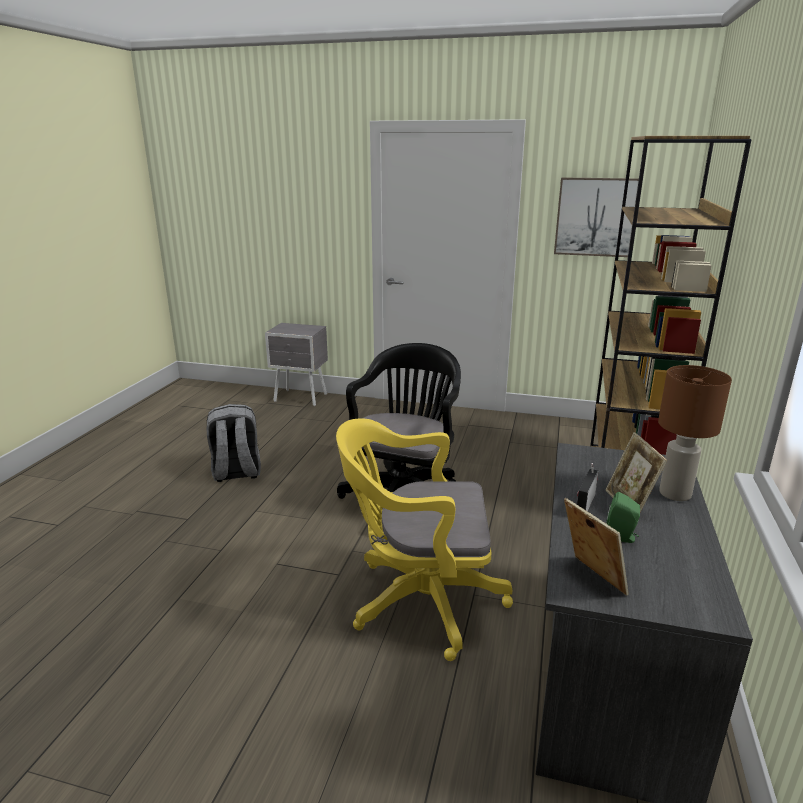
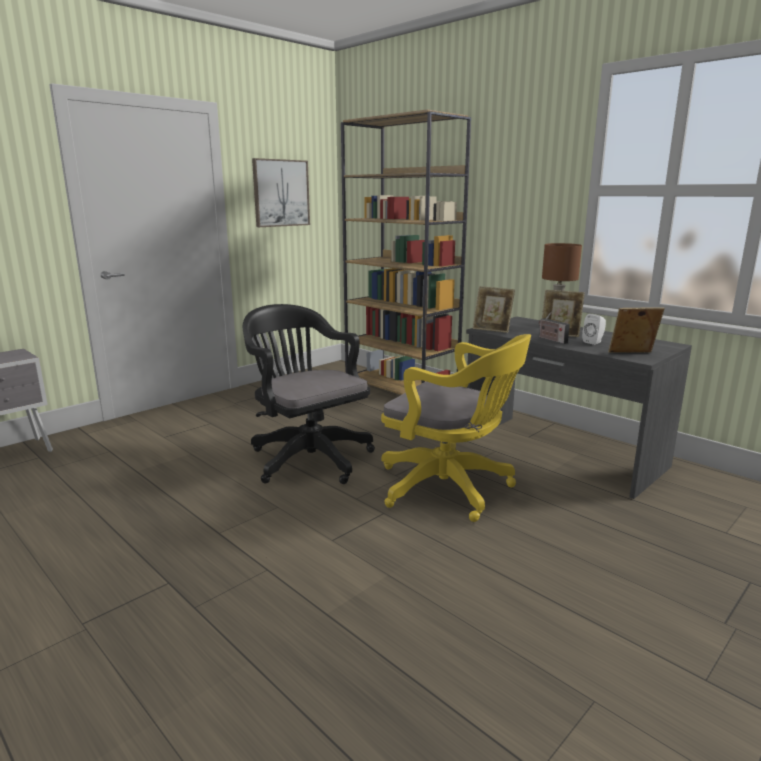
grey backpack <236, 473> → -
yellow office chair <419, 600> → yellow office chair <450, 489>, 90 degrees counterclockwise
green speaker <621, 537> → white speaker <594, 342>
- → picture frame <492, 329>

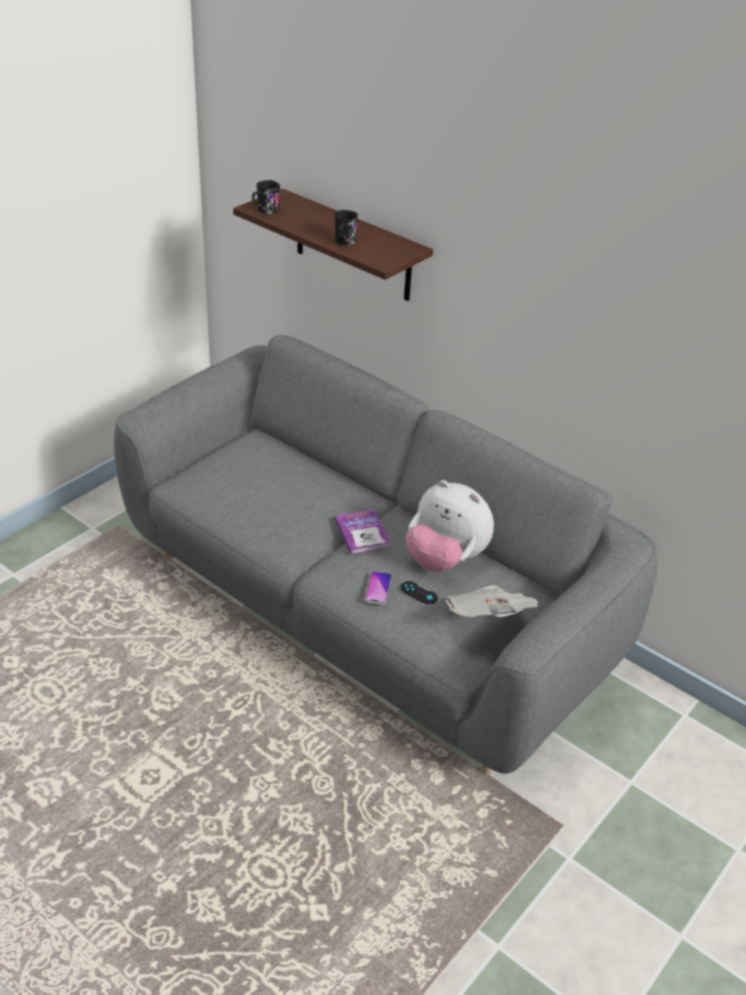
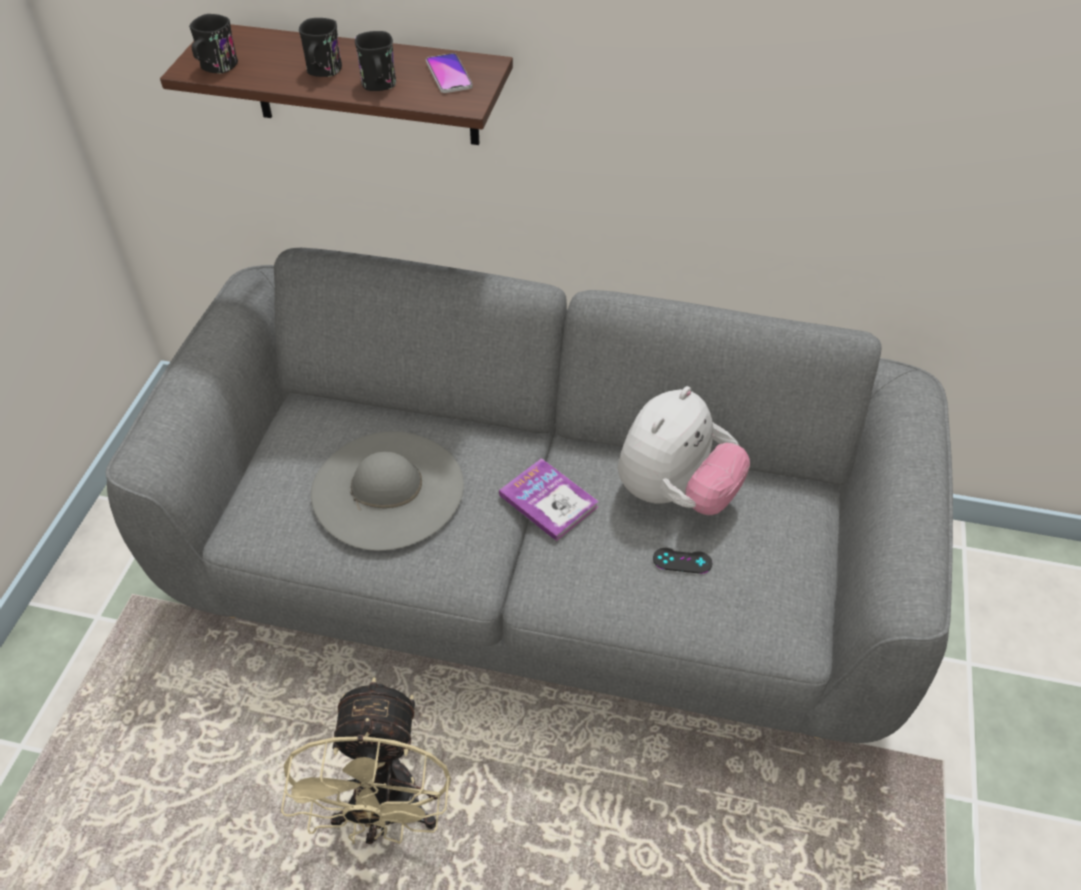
plush toy <445, 560> → plush toy <675, 494>, 60 degrees counterclockwise
phone <378, 588> → phone <449, 75>, relocated
newspaper <488, 619> → -
- → black mug <322, 72>
- → grey hat <387, 489>
- → beige fan <384, 816>

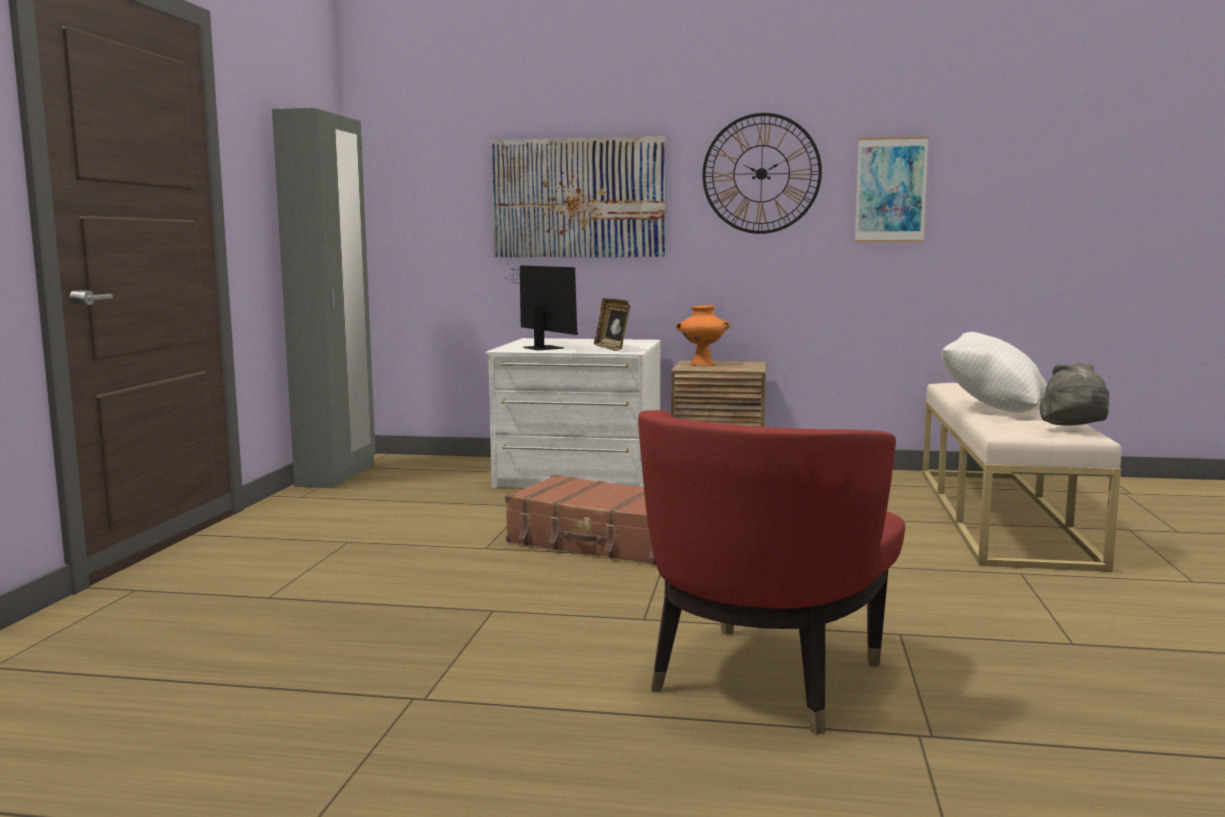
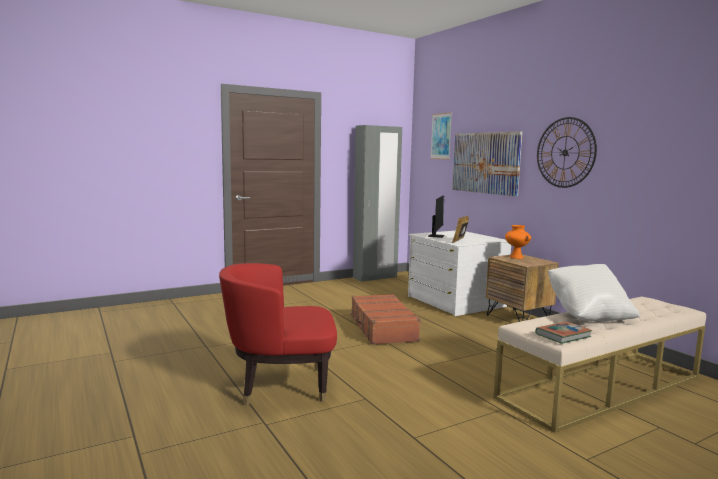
picture <891, 190> → picture <441, 136>, relocated
grey hat <1074, 429> → book <563, 335>

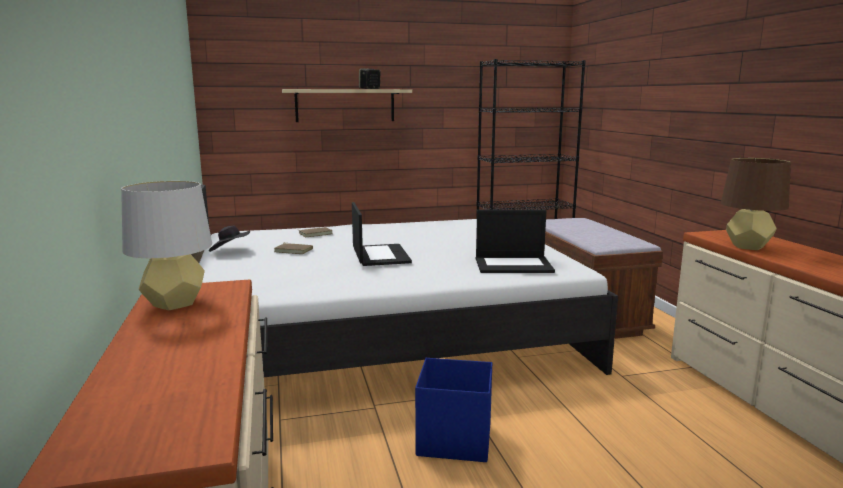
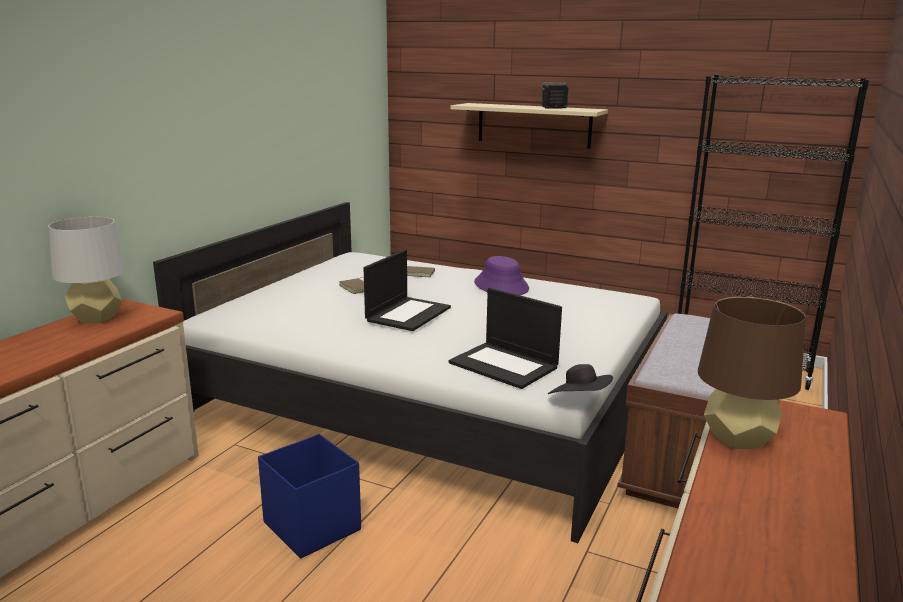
black hat <230, 251> → black hat <580, 401>, relocated
- → purple hat <501, 286>

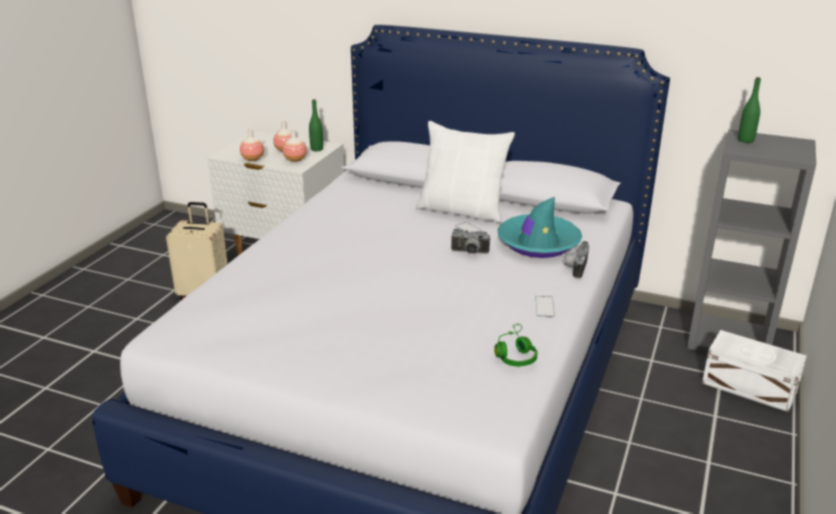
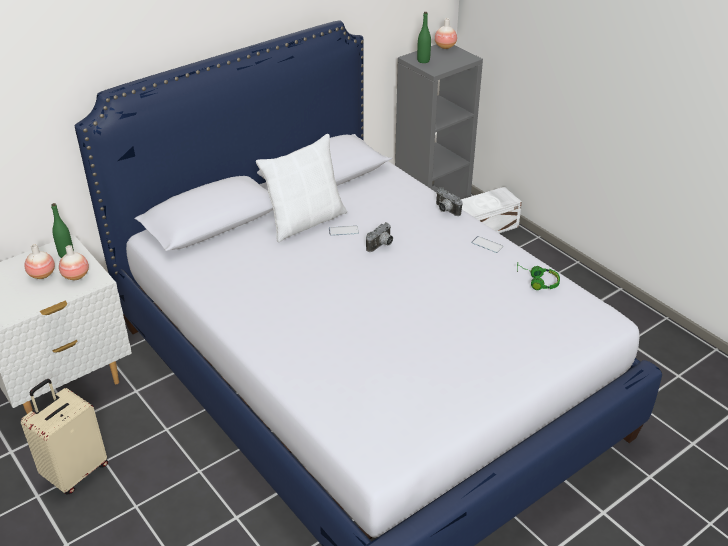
vase <253, 159> → vase <445, 47>, relocated
turquoise hat <538, 243> → -

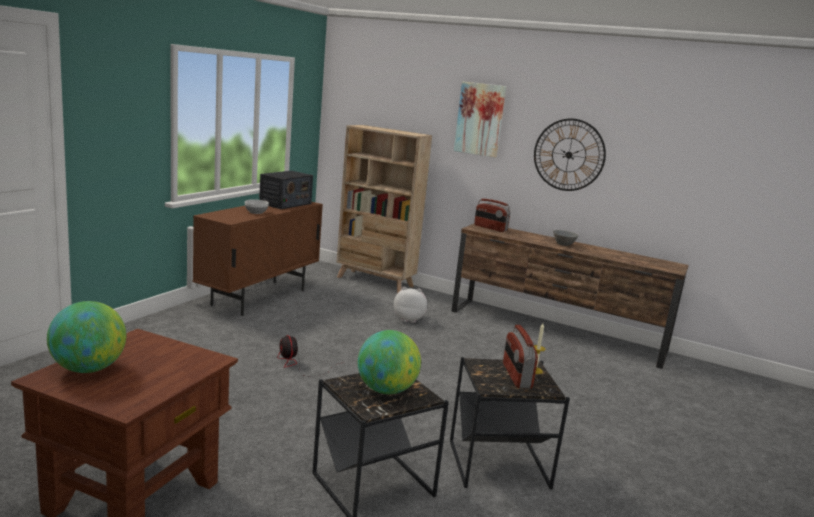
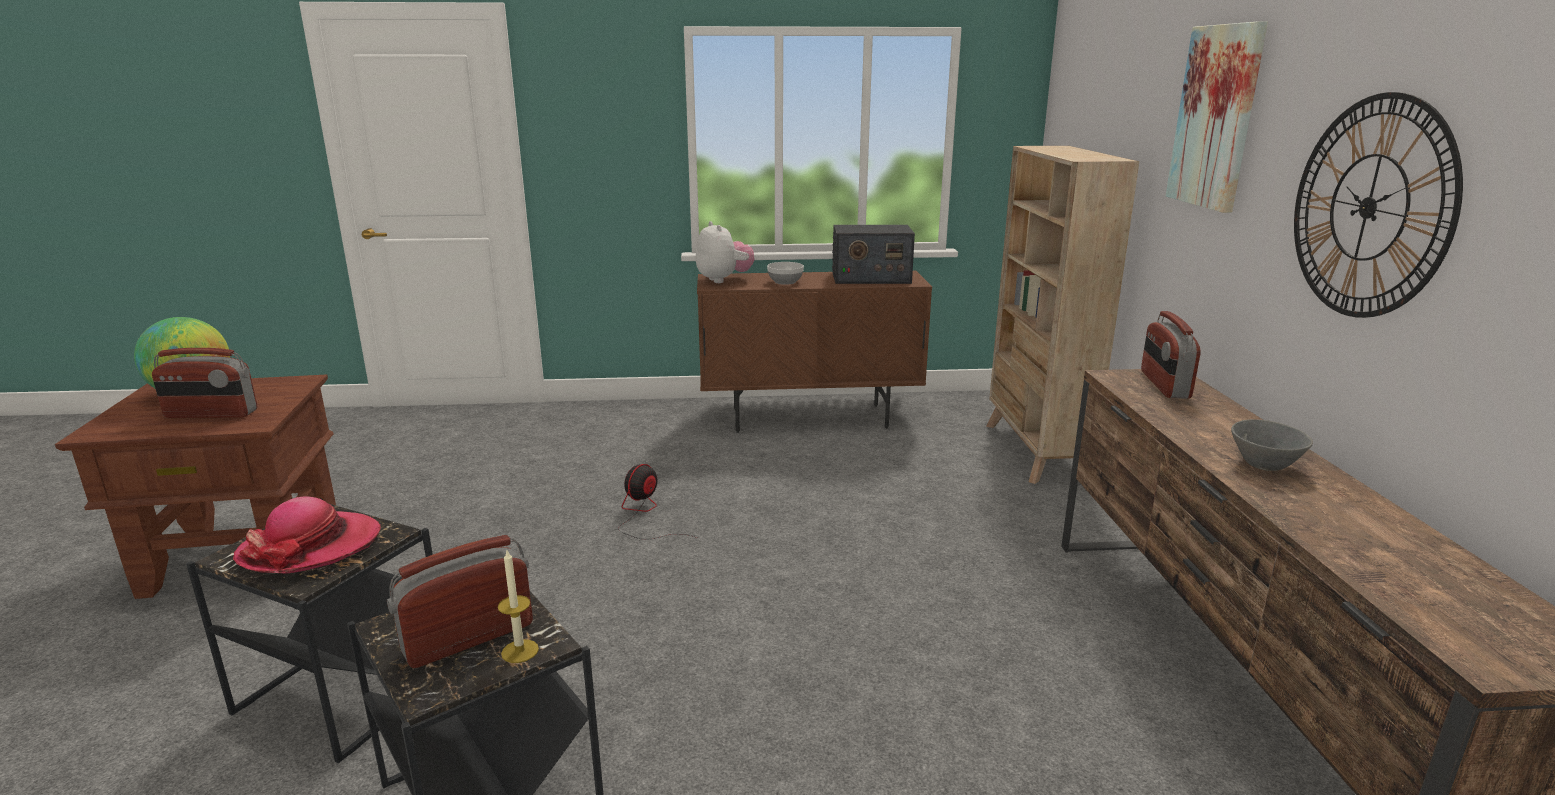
plush toy <409, 319> → plush toy <724, 280>, relocated
globe <386, 390> → hat <310, 547>
- → radio <211, 414>

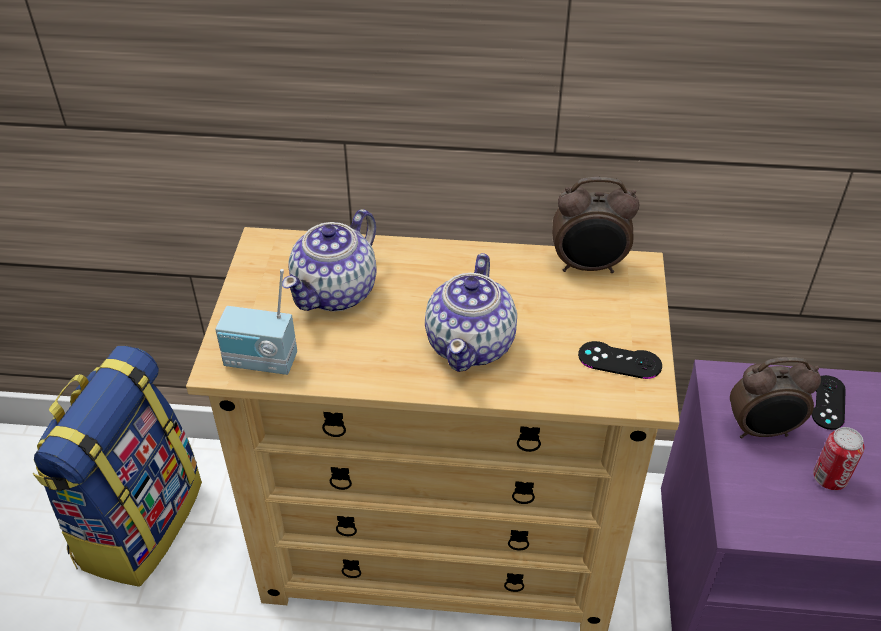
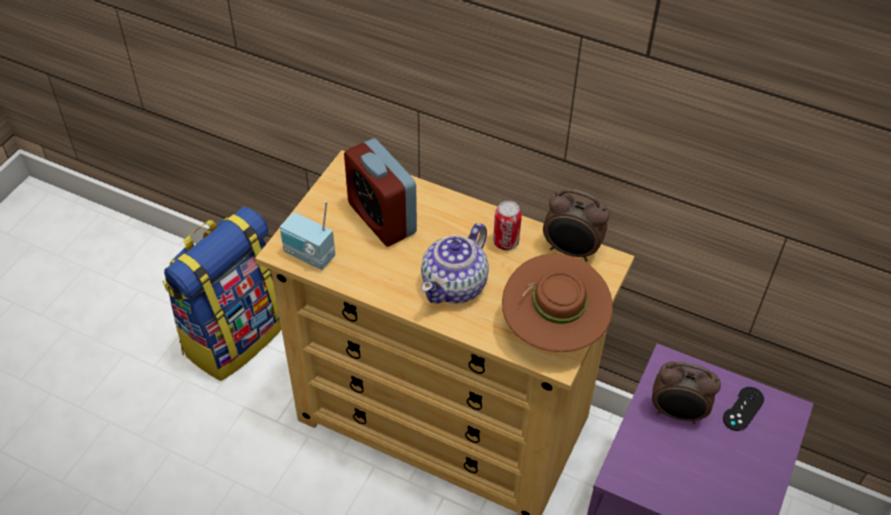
teapot <336, 291> → alarm clock <382, 218>
black game controller <619, 360> → brown hat <553, 329>
can <829, 478> → can <505, 242>, relocated

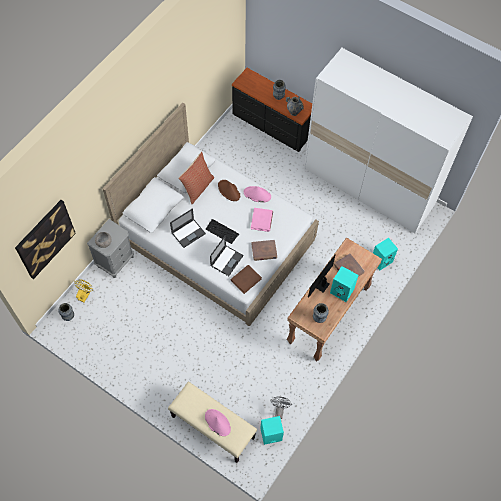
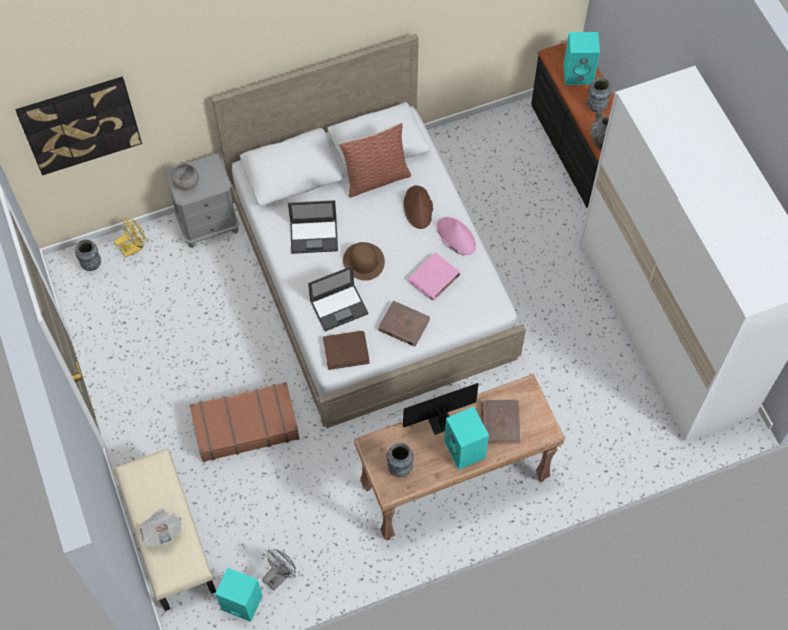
keyboard <222, 231> → brown hat <364, 261>
turquoise speaker <381, 260> → turquoise speaker <579, 73>, relocated
pink hat <217, 422> → newspaper <162, 531>
- → brown suitcase <245, 426>

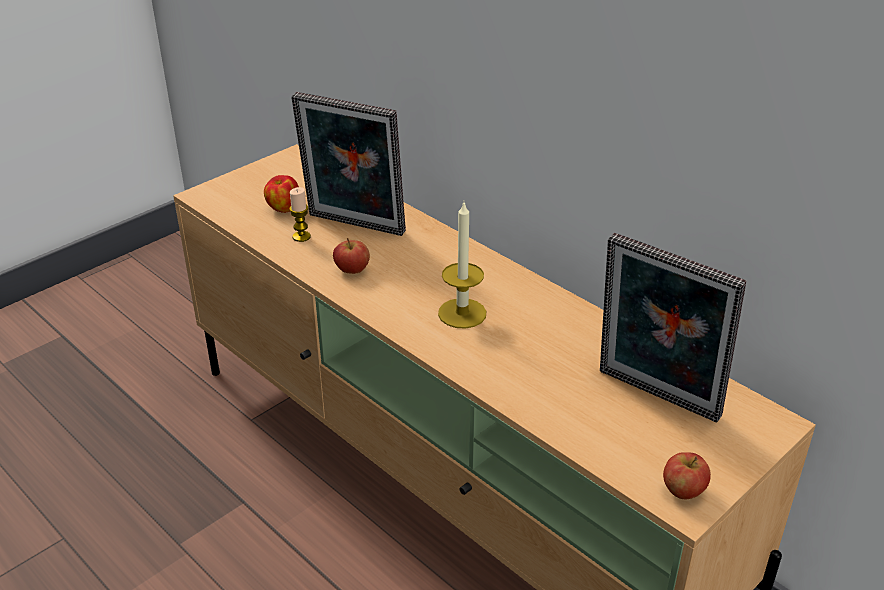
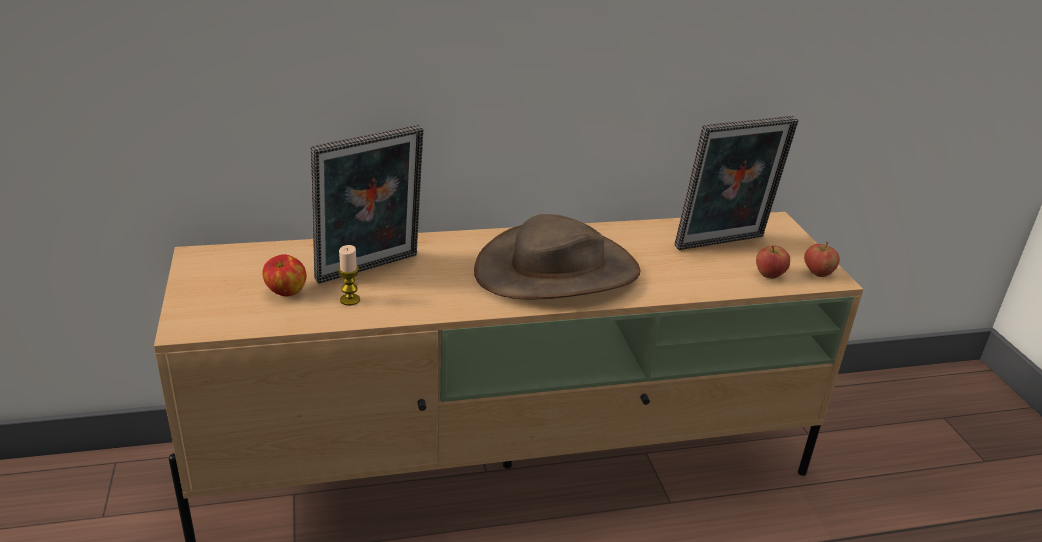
candle <462, 313> → brown hat <557, 271>
apple <352, 270> → apple <769, 275>, relocated

